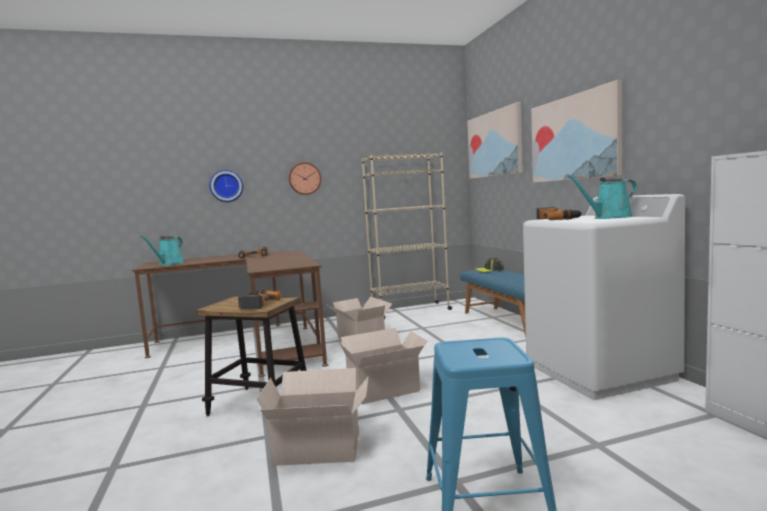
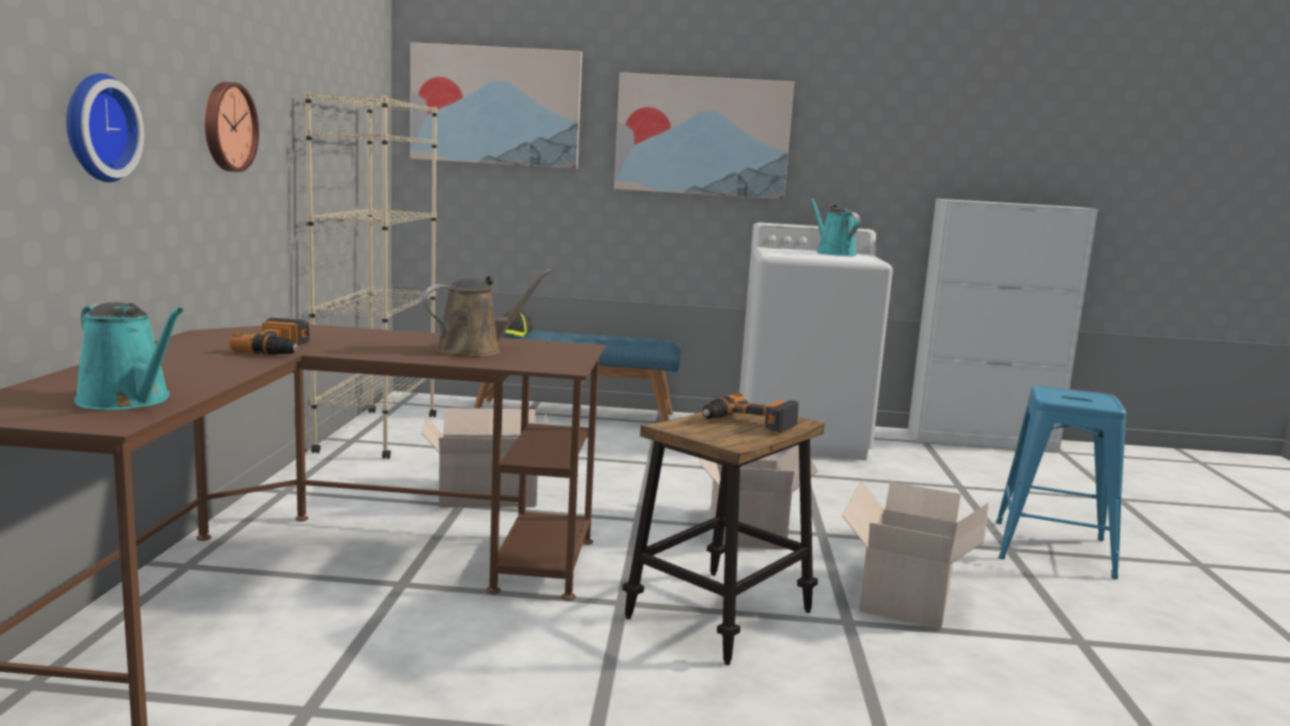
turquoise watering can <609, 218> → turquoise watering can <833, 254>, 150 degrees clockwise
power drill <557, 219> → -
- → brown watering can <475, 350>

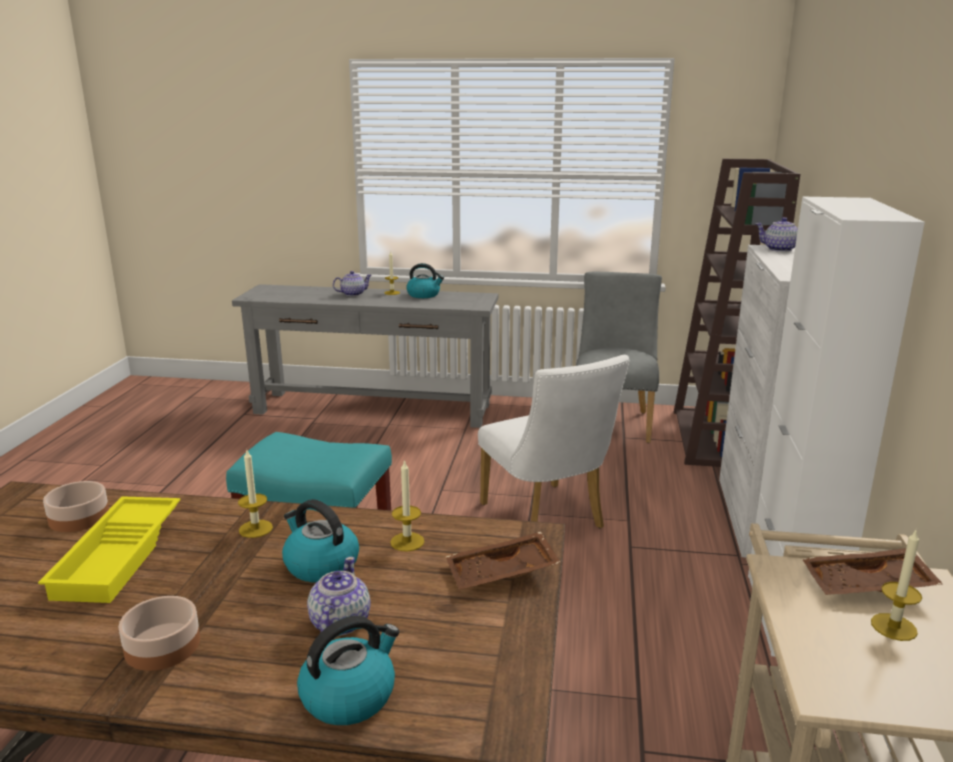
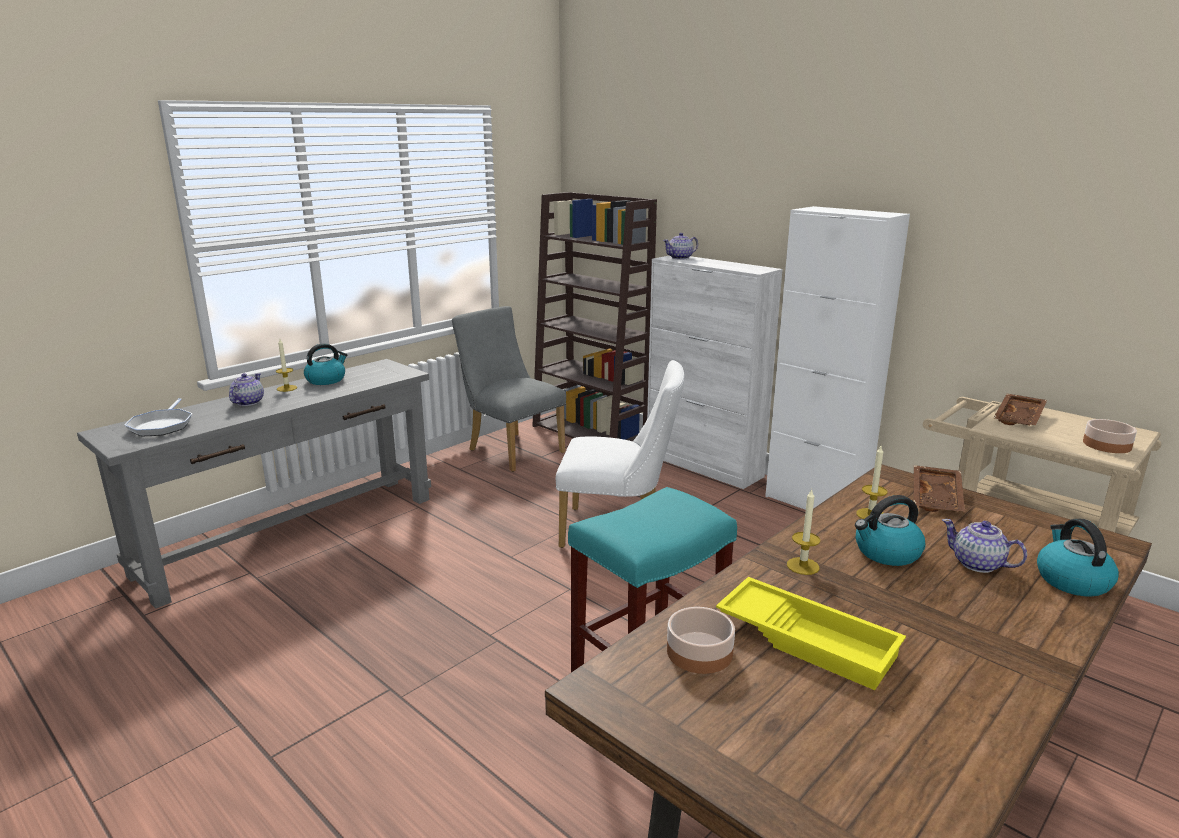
candle <893, 627> → -
bowl <161, 645> → bowl <1106, 445>, relocated
- → frying pan <162, 426>

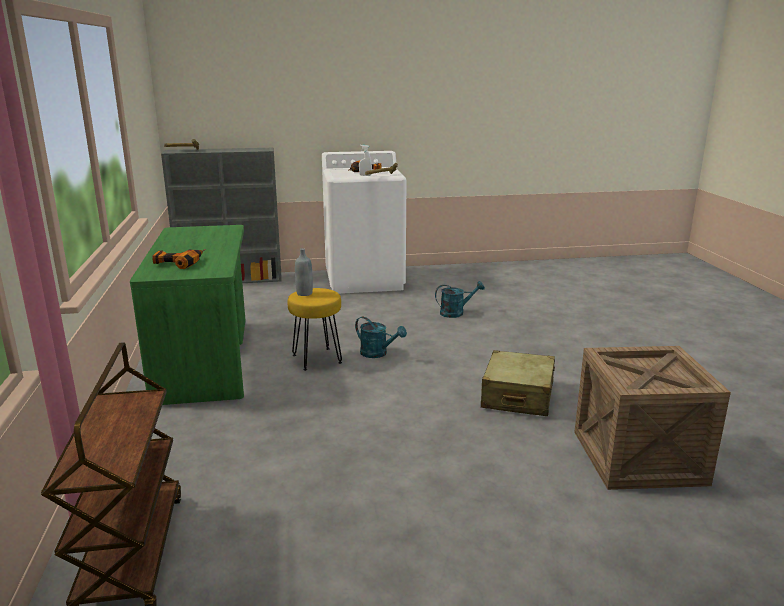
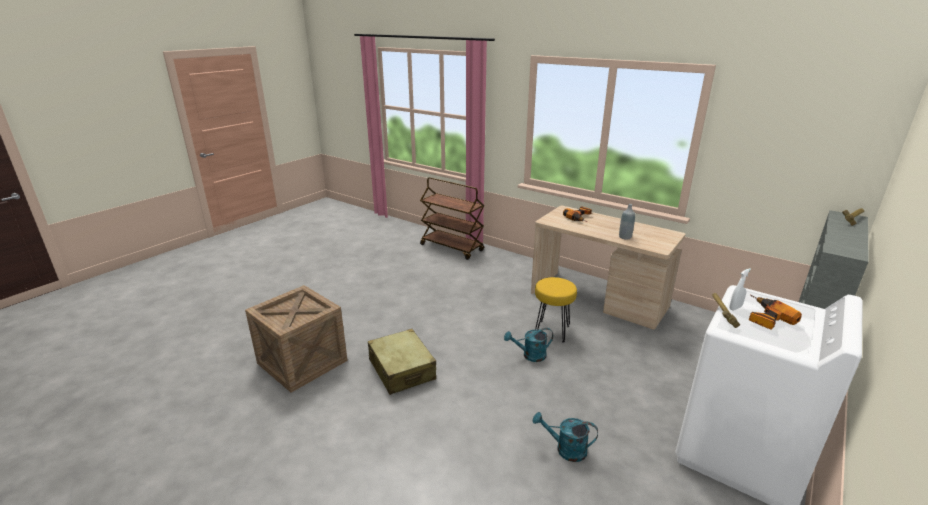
green desk <205, 358> → beige desk <598, 300>
grey bottle <304, 293> → grey bottle <625, 237>, relocated
turquoise watering can <456, 313> → turquoise watering can <565, 449>, 75 degrees clockwise

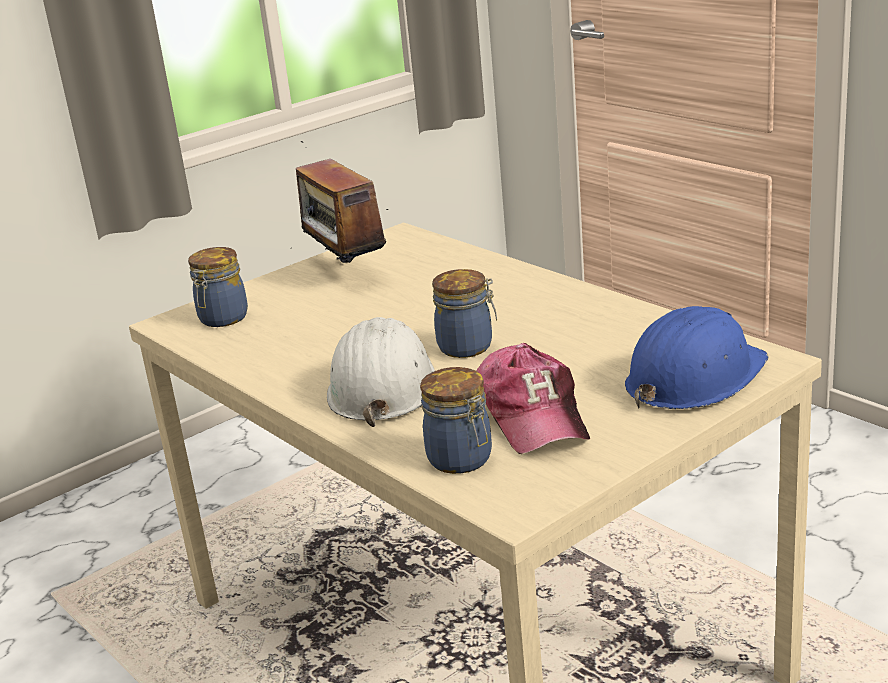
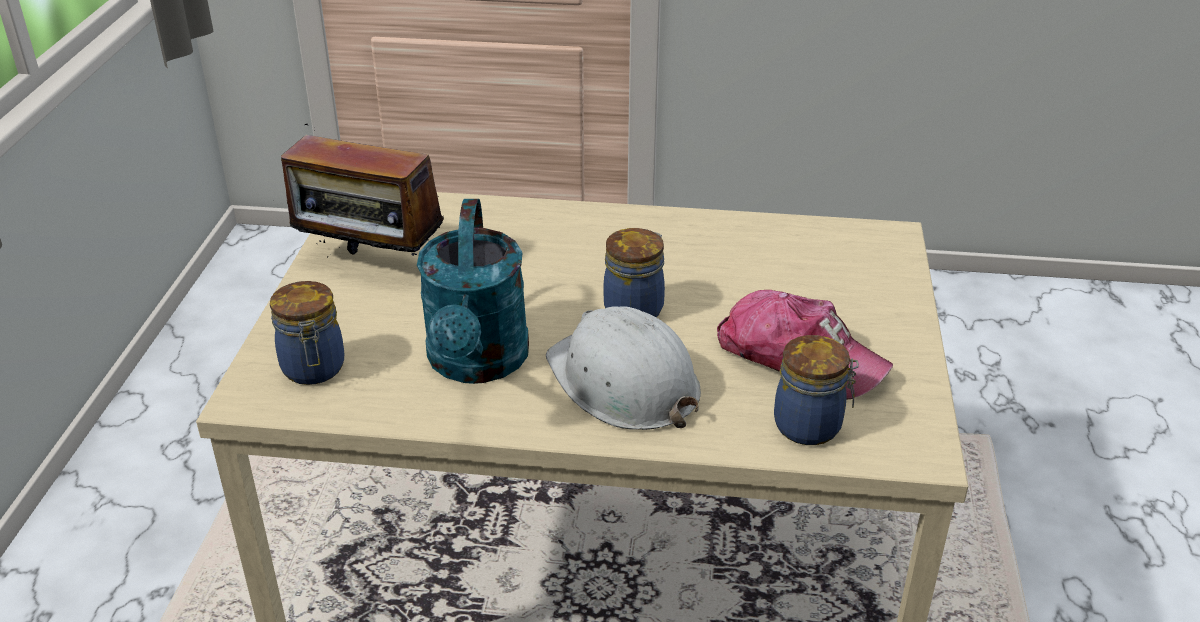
blue hard hat <693, 378> → -
- → turquoise watering can <477, 364>

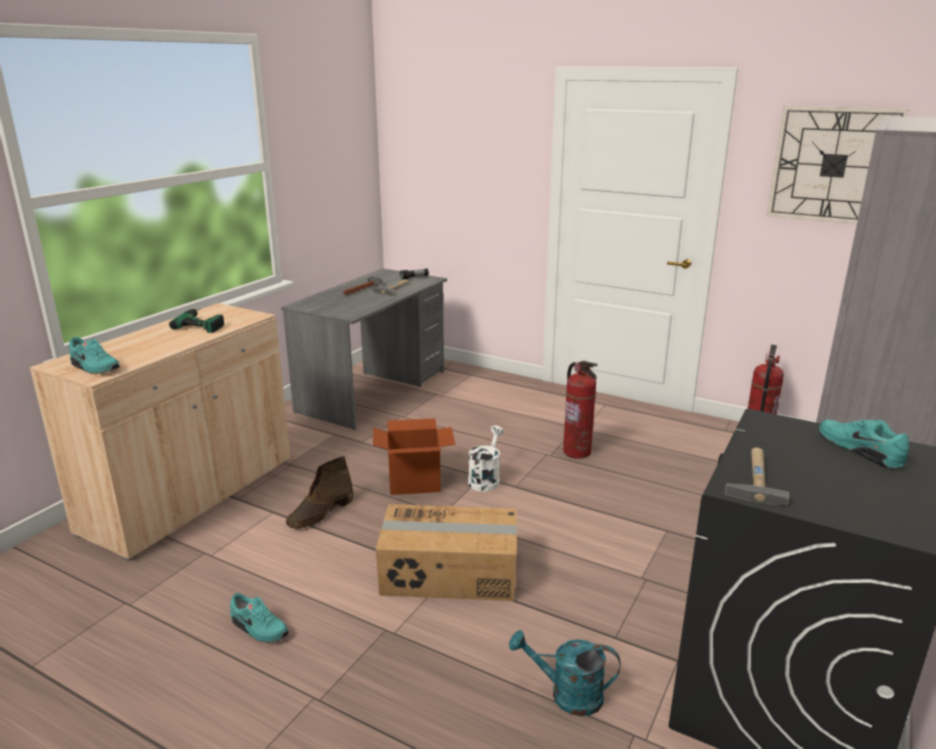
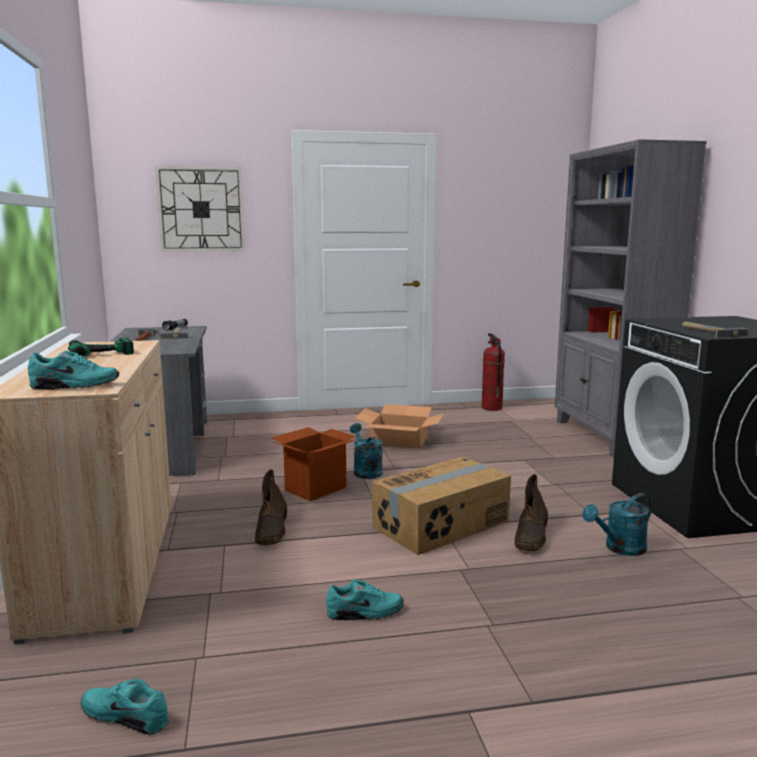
wall clock <833, 165> → wall clock <201, 209>, relocated
fire extinguisher <577, 452> → cardboard box <399, 440>
turquoise shoe <860, 450> → turquoise shoe <126, 715>, relocated
white watering can <485, 479> → turquoise watering can <365, 471>
- → brown boot <531, 536>

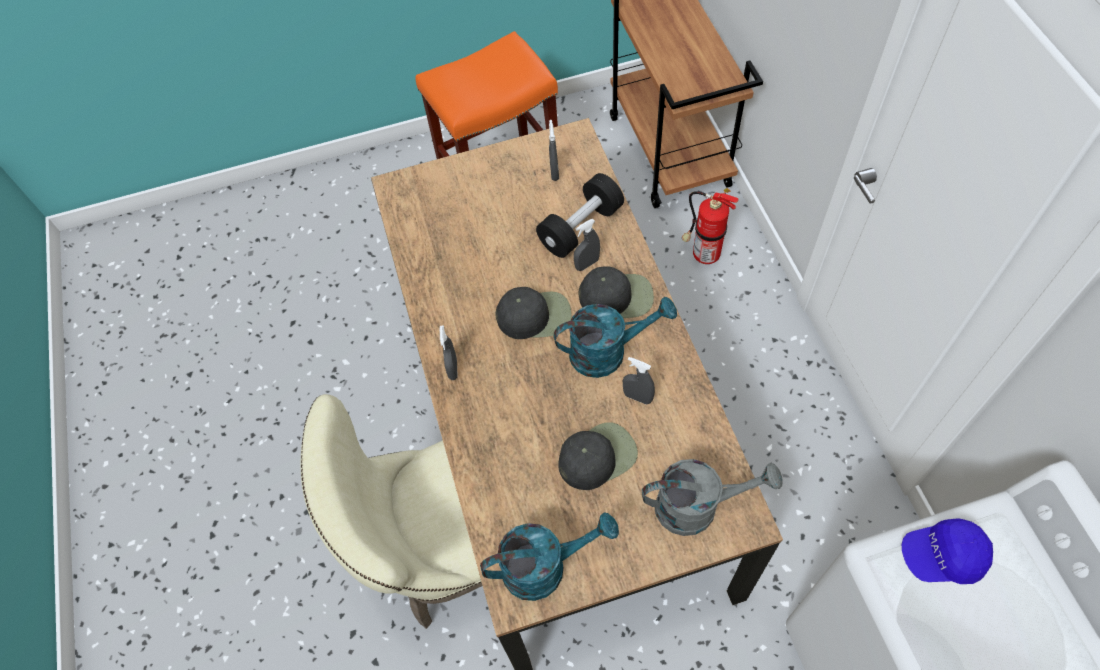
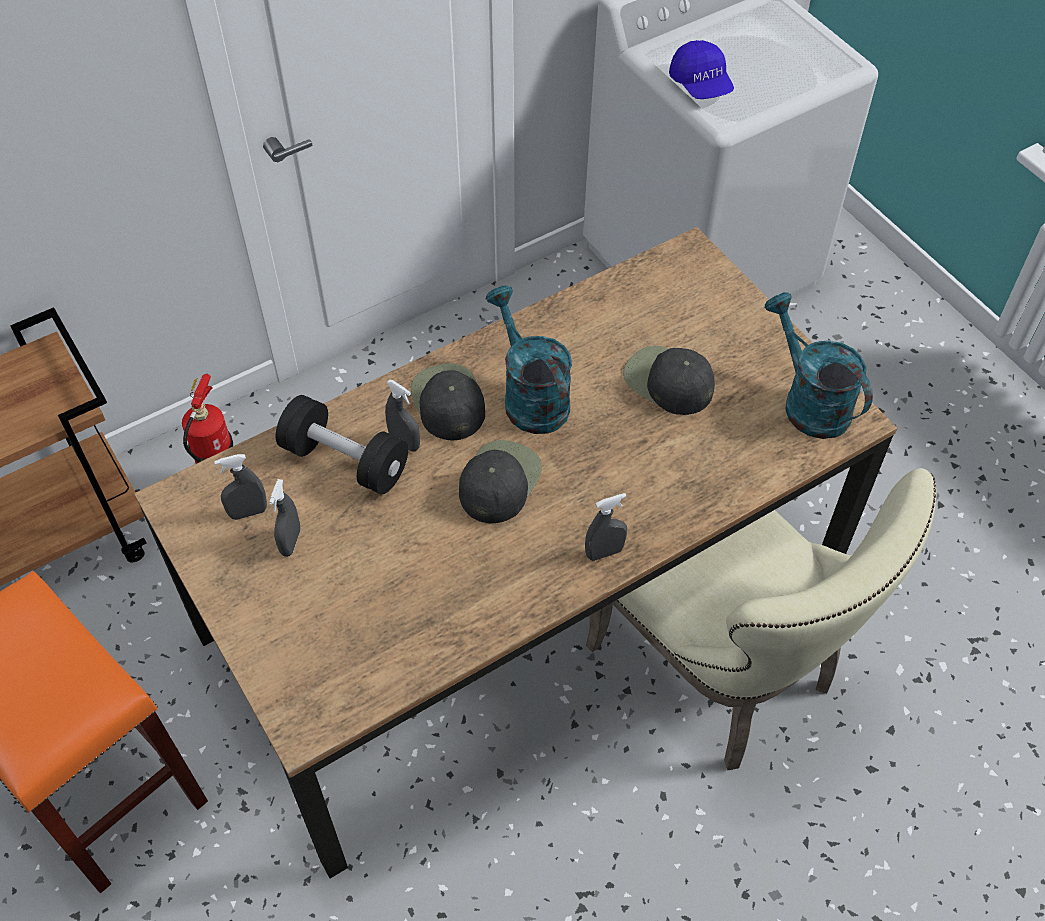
black cap <535, 315> → black cap <499, 481>, 45 degrees clockwise
grey spray bottle <637, 397> → grey spray bottle <290, 542>, relocated
grey watering can <698, 506> → -

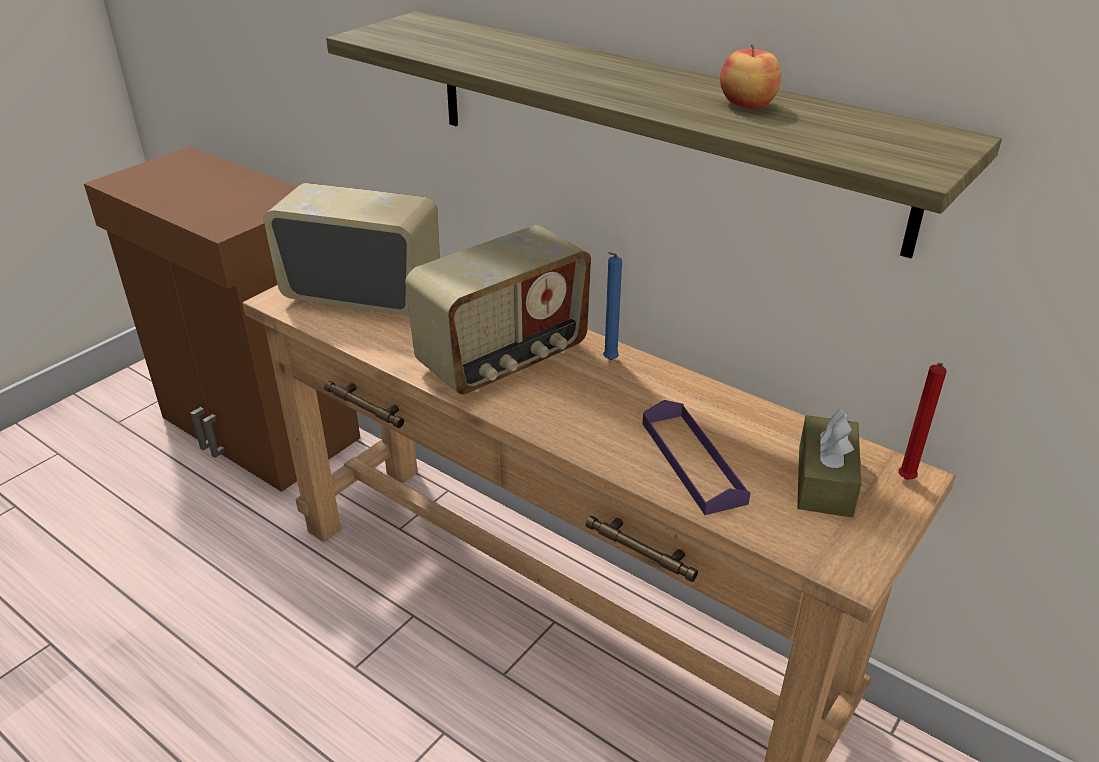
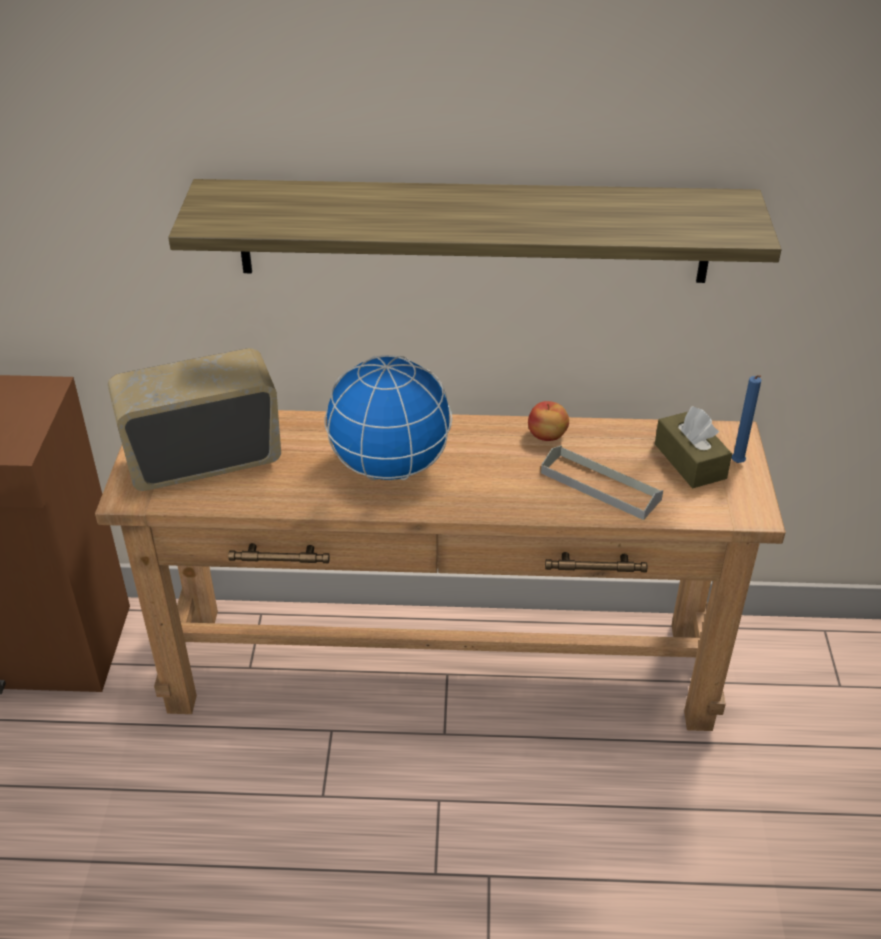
apple <747, 104> → apple <547, 435>, relocated
radio <504, 359> → globe <389, 467>
blue candle <609, 361> → blue candle <737, 464>, relocated
red candle <905, 481> → -
purple tray <692, 462> → grey tray <600, 486>

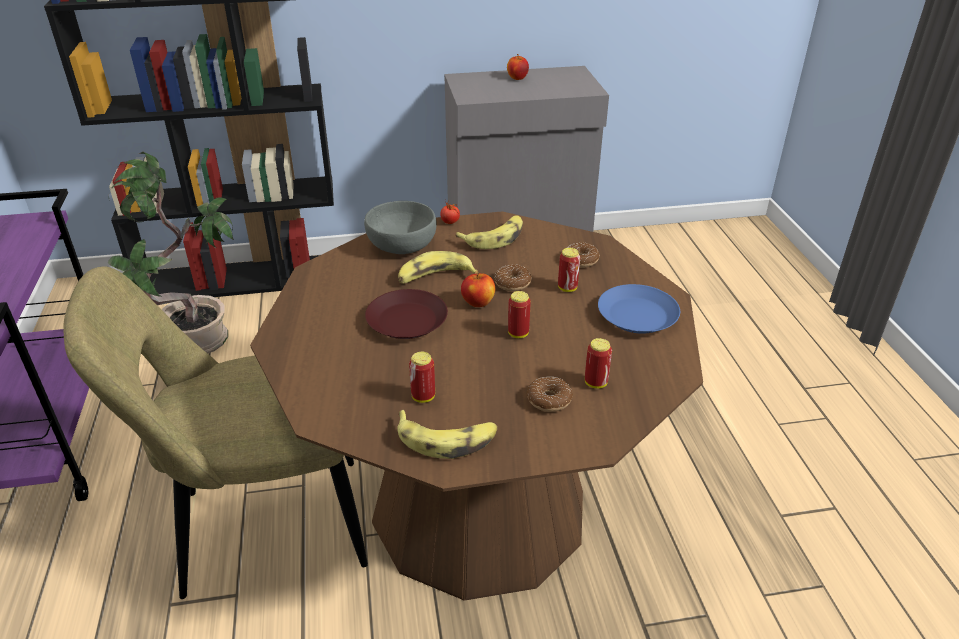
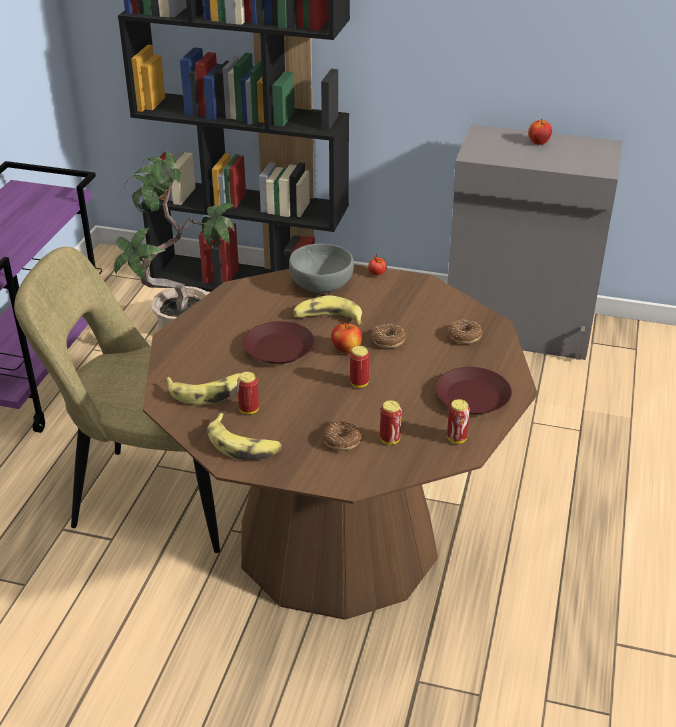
banana <494, 238> → banana <207, 392>, relocated
can <567, 288> → can <456, 438>, relocated
blue plate <637, 315> → brown plate <473, 397>

